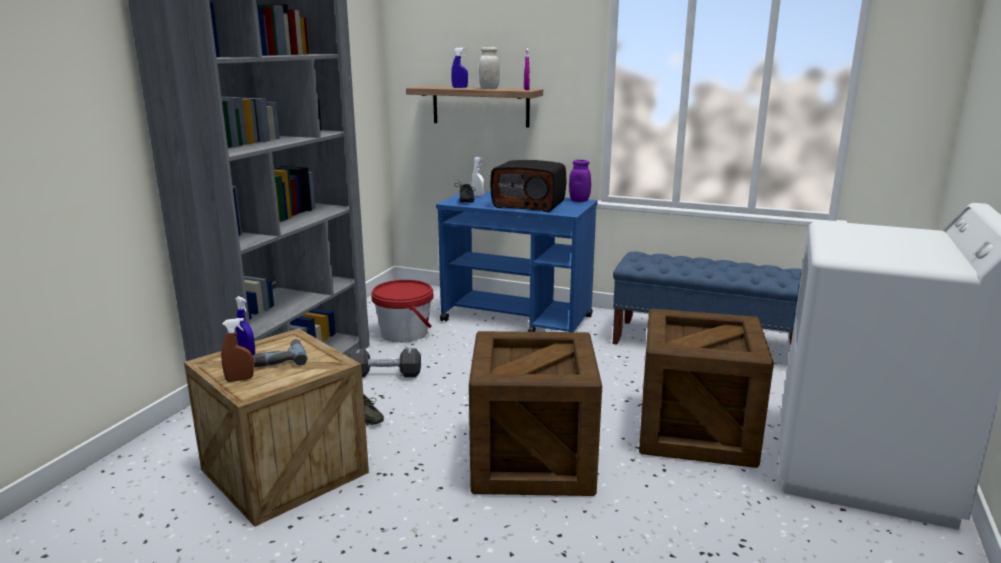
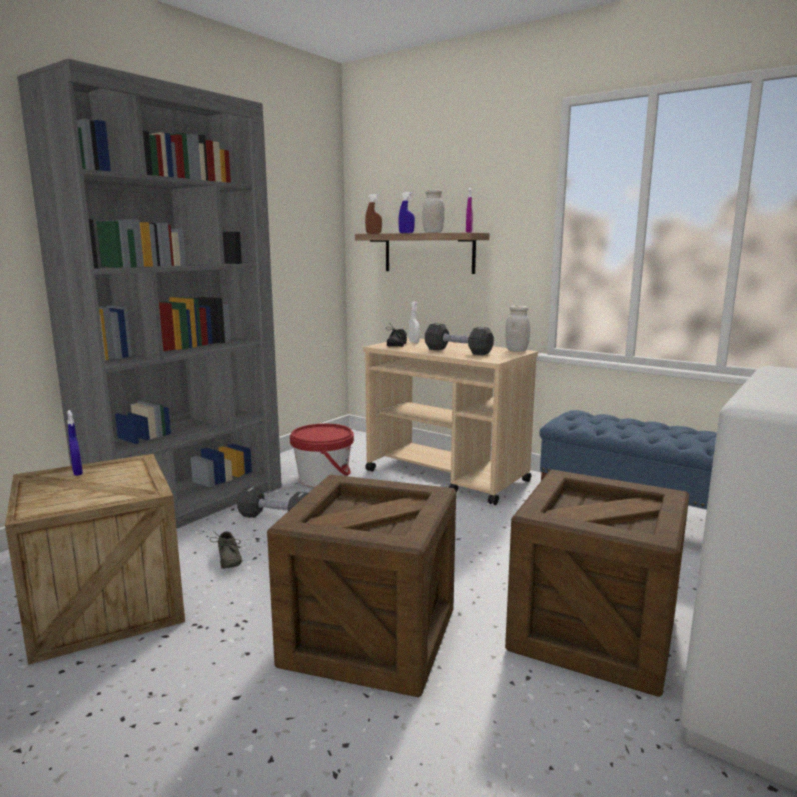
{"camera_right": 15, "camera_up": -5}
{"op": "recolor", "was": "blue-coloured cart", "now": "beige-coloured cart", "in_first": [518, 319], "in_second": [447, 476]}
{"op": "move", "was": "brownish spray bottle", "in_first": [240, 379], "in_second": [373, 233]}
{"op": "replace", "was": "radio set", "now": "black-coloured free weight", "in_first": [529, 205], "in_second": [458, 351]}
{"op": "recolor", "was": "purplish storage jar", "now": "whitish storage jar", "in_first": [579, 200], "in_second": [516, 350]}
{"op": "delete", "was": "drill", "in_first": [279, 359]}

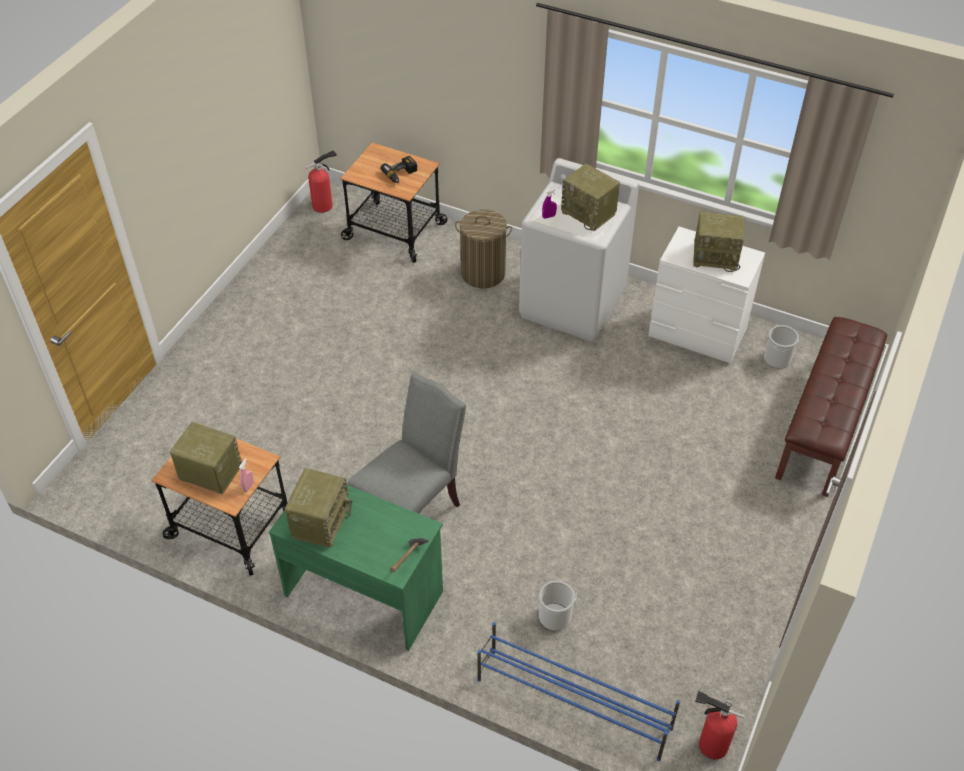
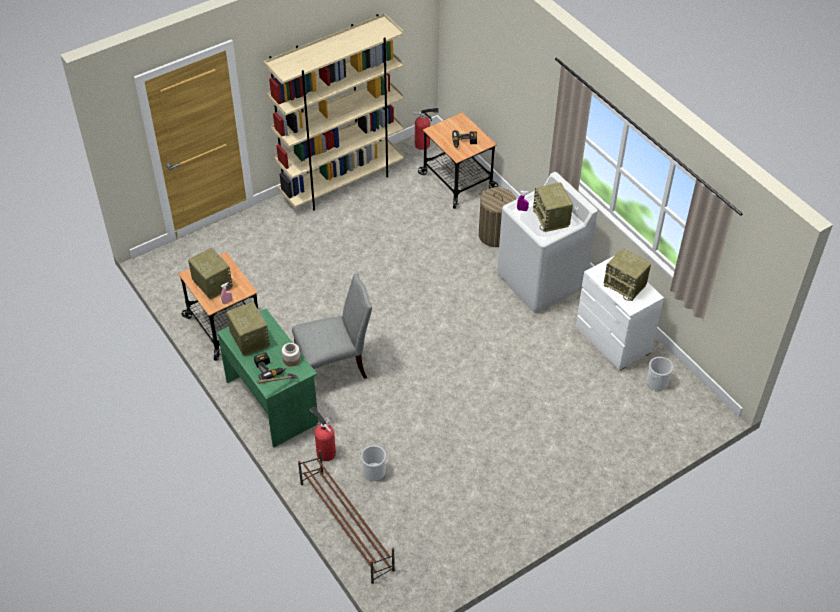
{"camera_right": 30, "camera_up": 0}
{"op": "rotate", "was": "radio set", "in_first": [320, 521], "in_second": [249, 339], "clockwise": -75}
{"op": "insert", "now": "drill", "in_second": [269, 369]}
{"op": "insert", "now": "beige-coloured bookshelf", "in_second": [342, 183]}
{"op": "insert", "now": "storage jar", "in_second": [291, 359]}
{"op": "recolor", "was": "blue-coloured shoe shelf", "now": "brownish shoe shelf", "in_first": [572, 703], "in_second": [346, 525]}
{"op": "move", "was": "fire-fighting cylinder", "in_first": [710, 743], "in_second": [325, 451]}
{"op": "delete", "was": "brownish bench", "in_first": [825, 425]}

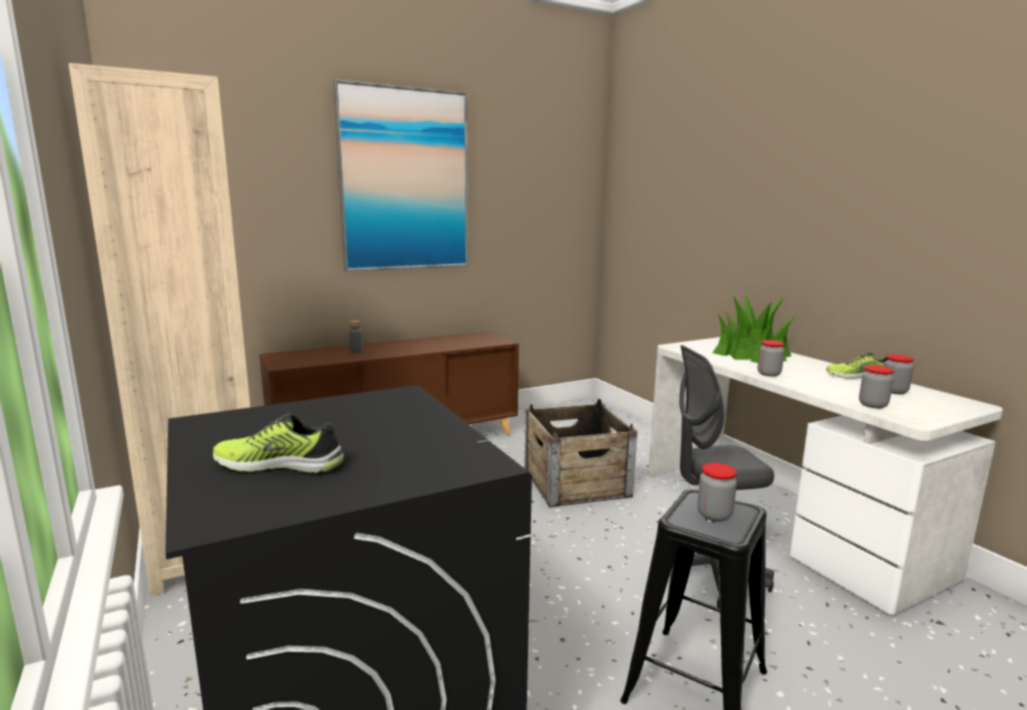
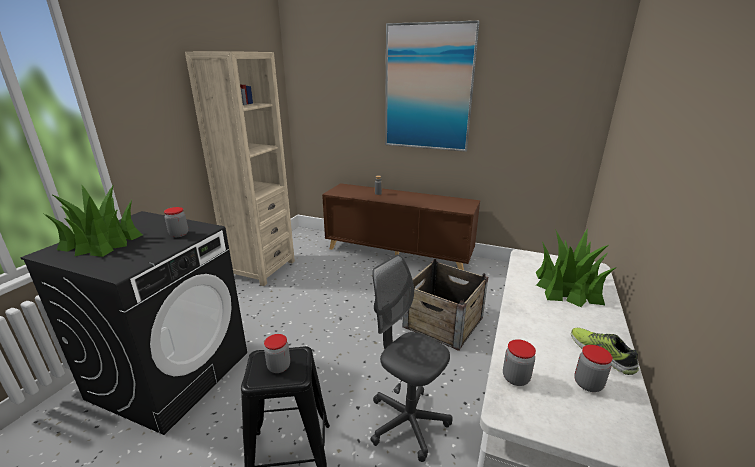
{"camera_right": 50, "camera_up": 10}
{"op": "replace", "was": "shoe", "now": "houseplant", "in_first": [280, 464], "in_second": [101, 242]}
{"op": "move", "was": "storage jar", "in_first": [769, 374], "in_second": [179, 234]}

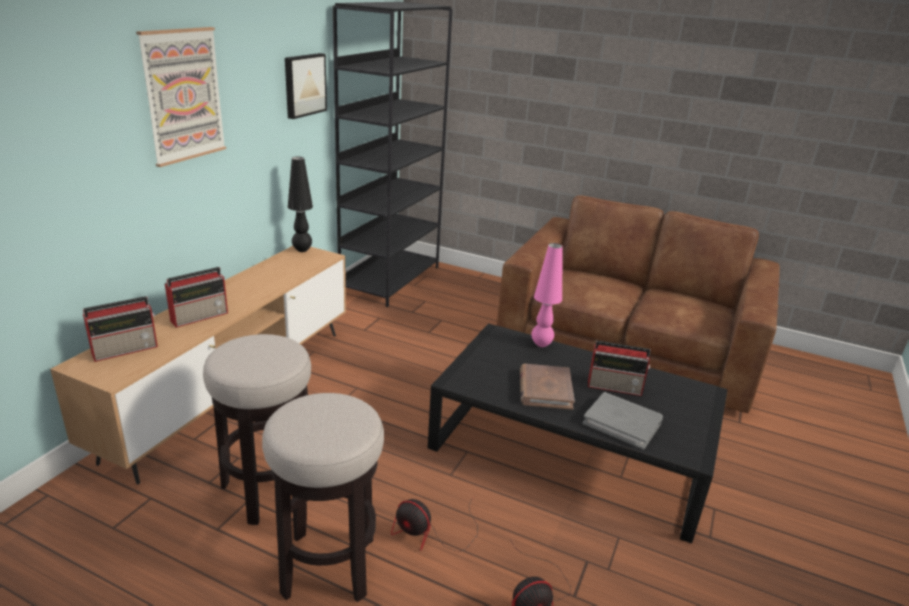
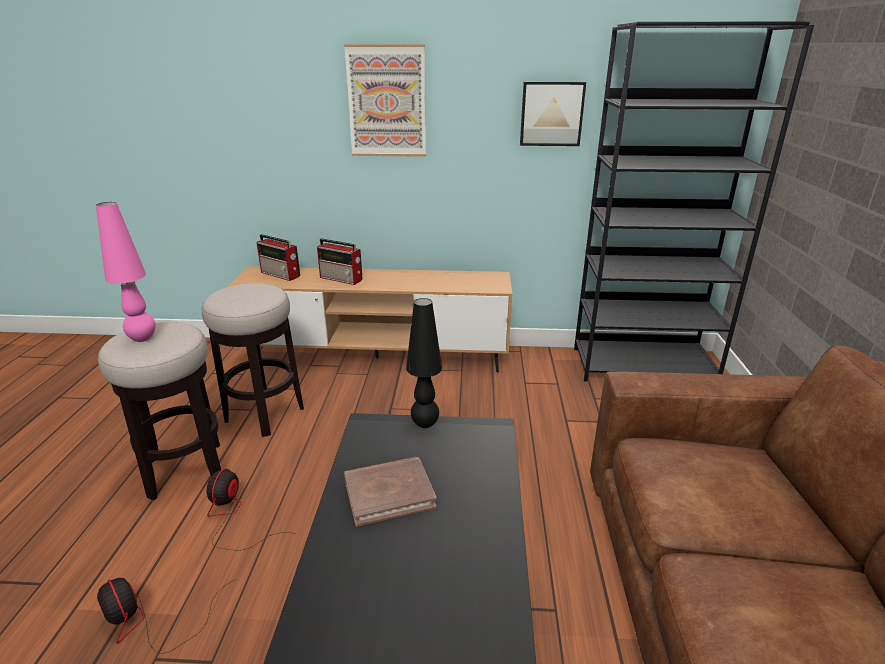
{"camera_right": 70, "camera_up": 0}
{"op": "move", "was": "pink lamp for a table", "in_first": [541, 344], "in_second": [142, 338]}
{"op": "move", "was": "black-coloured lamp for a table", "in_first": [302, 250], "in_second": [424, 424]}
{"op": "delete", "was": "greyish book", "in_first": [622, 423]}
{"op": "delete", "was": "radio set", "in_first": [616, 387]}

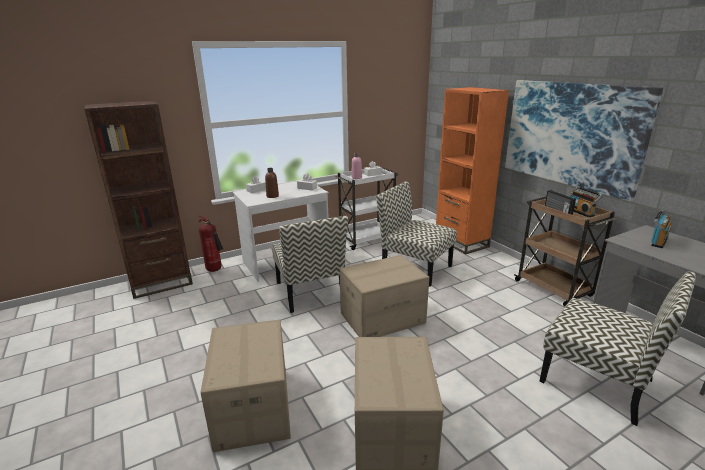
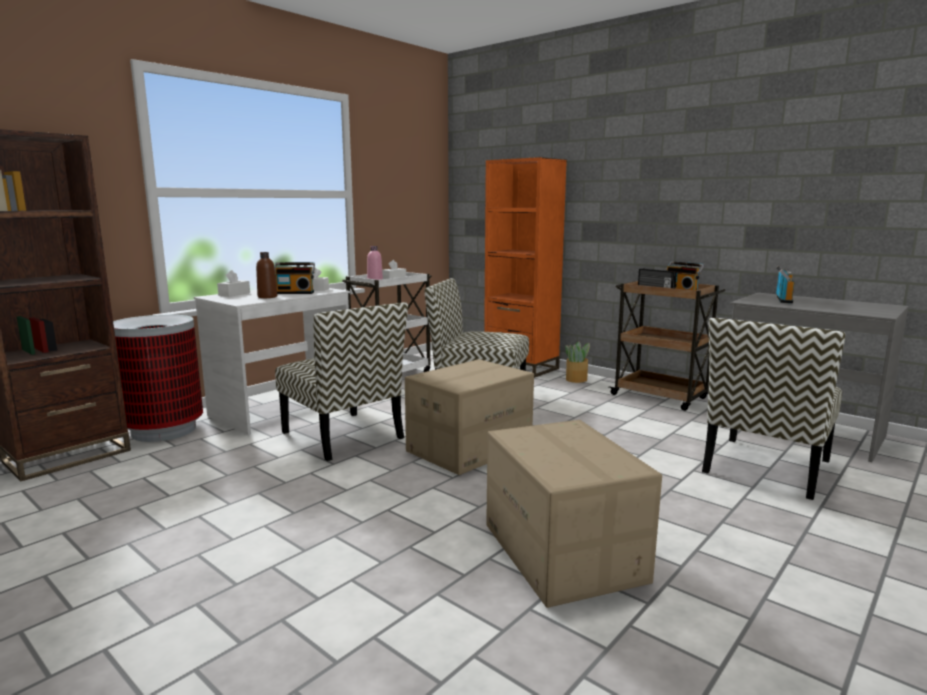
{"camera_right": -20, "camera_up": -10}
{"op": "replace", "was": "fire-fighting cylinder", "now": "rubbish bin", "in_first": [215, 270], "in_second": [164, 430]}
{"op": "insert", "now": "radio set", "in_second": [295, 293]}
{"op": "insert", "now": "houseplant", "in_second": [577, 379]}
{"op": "rotate", "was": "chair", "in_first": [598, 381], "in_second": [766, 467], "clockwise": 105}
{"op": "delete", "was": "packing box", "in_first": [252, 407]}
{"op": "delete", "was": "wall picture", "in_first": [571, 134]}

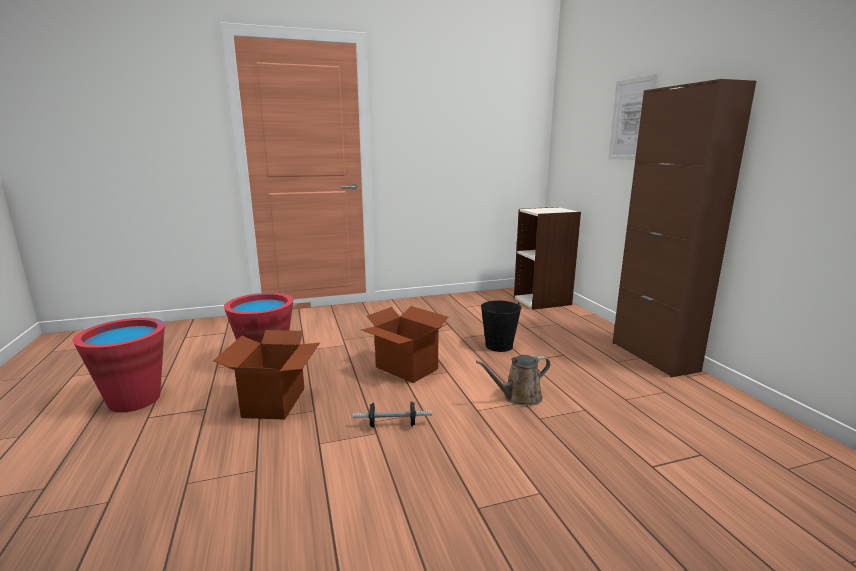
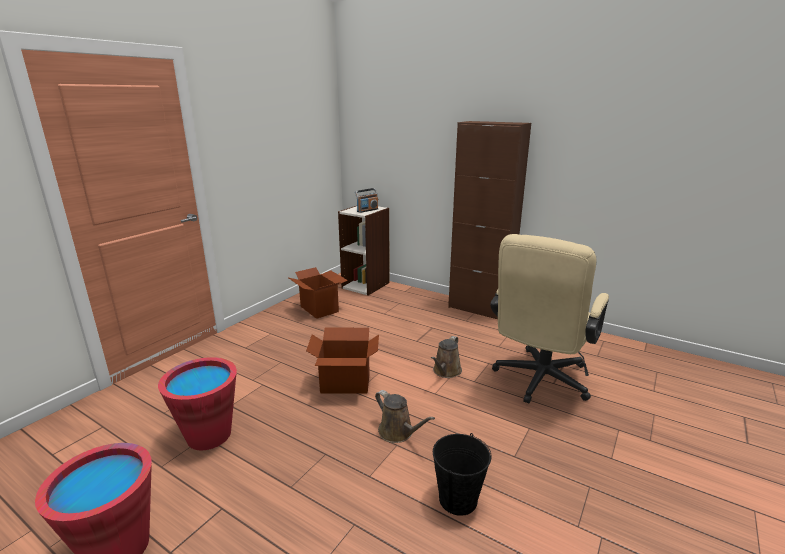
{"camera_right": -40, "camera_up": 5}
{"op": "move", "was": "packing box", "in_first": [275, 402], "in_second": [320, 309]}
{"op": "insert", "now": "radio set", "in_second": [367, 210]}
{"op": "replace", "was": "free weight", "now": "brownish sprinkling can", "in_first": [392, 424], "in_second": [398, 432]}
{"op": "move", "was": "black-coloured water bucket", "in_first": [498, 346], "in_second": [457, 499]}
{"op": "insert", "now": "beige-coloured desk chair", "in_second": [538, 382]}
{"op": "delete", "was": "wall picture", "in_first": [632, 119]}

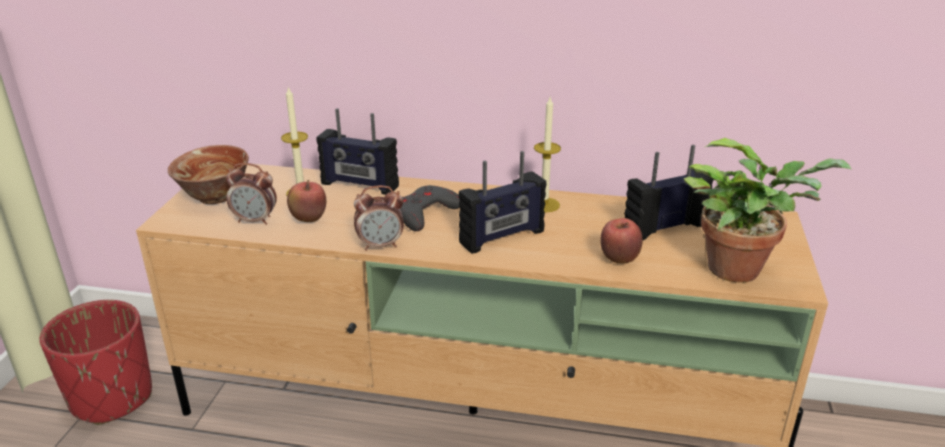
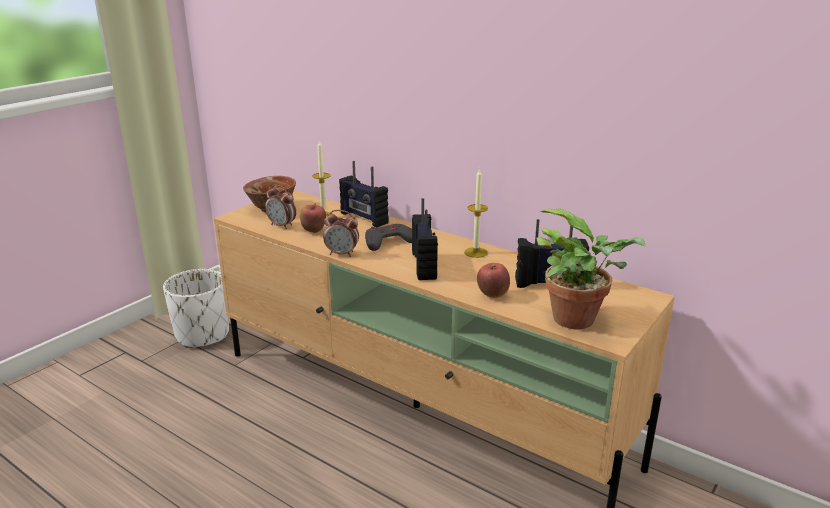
{"camera_right": 25, "camera_up": -5}
{"op": "recolor", "was": "reddish plant pot", "now": "whitish plant pot", "in_first": [113, 397], "in_second": [203, 335]}
{"op": "rotate", "was": "radio set", "in_first": [502, 237], "in_second": [425, 265], "clockwise": -90}

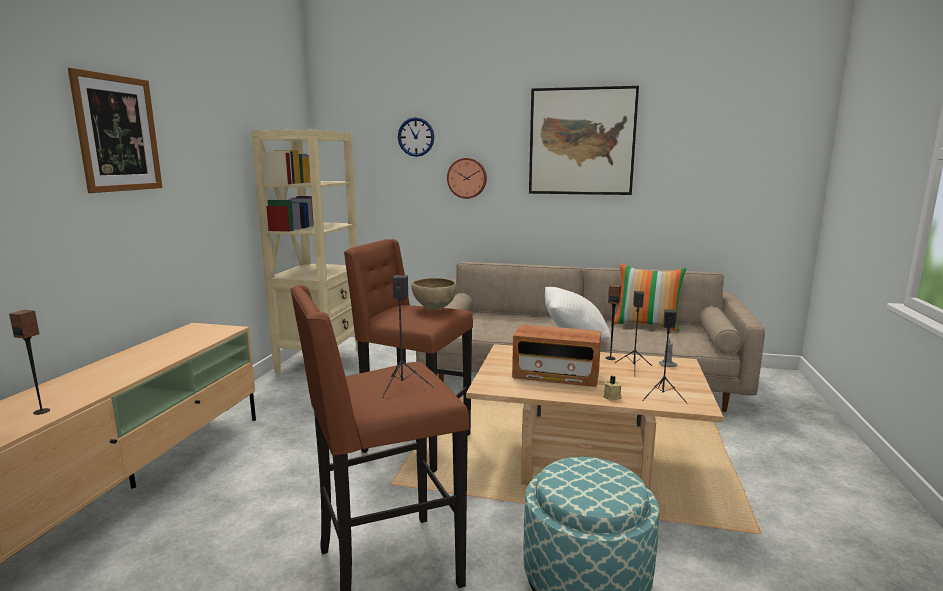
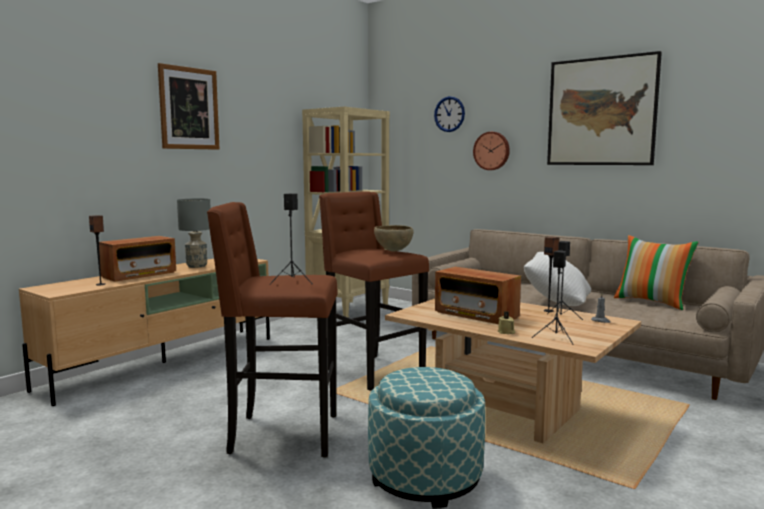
{"camera_right": 25, "camera_up": -5}
{"op": "insert", "now": "radio set", "in_second": [139, 275]}
{"op": "insert", "now": "greyish lamp for a table", "in_second": [196, 266]}

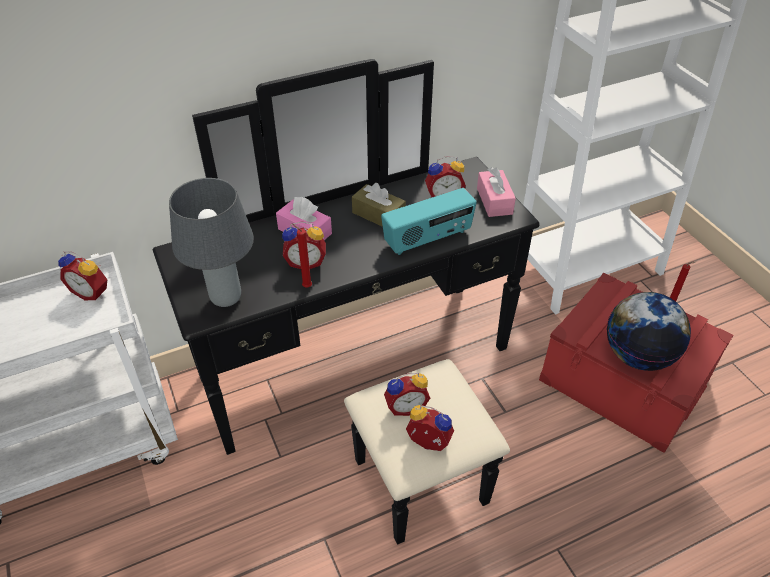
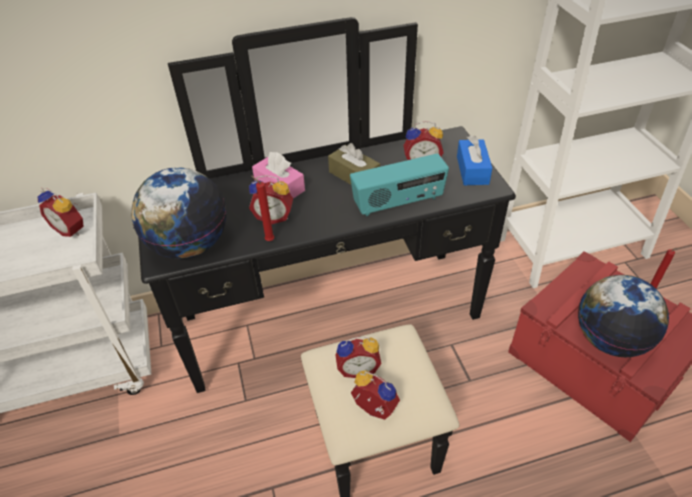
{"camera_right": 10, "camera_up": 0}
{"op": "replace", "was": "greyish lamp for a table", "now": "globe", "in_first": [225, 298], "in_second": [189, 245]}
{"op": "recolor", "was": "pink box of tissues", "now": "blue-coloured box of tissues", "in_first": [494, 201], "in_second": [472, 170]}

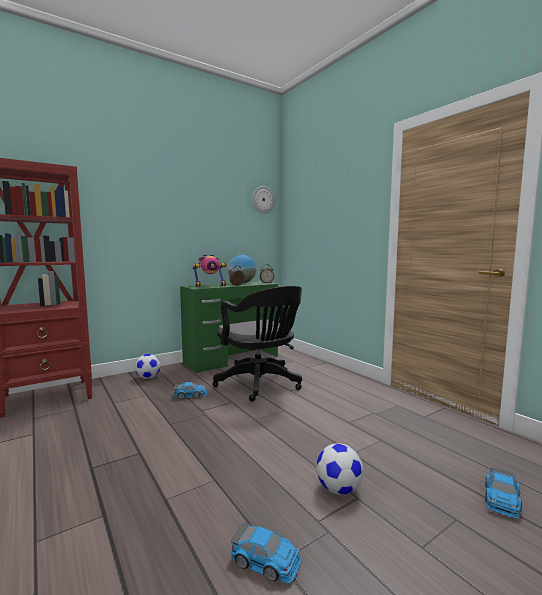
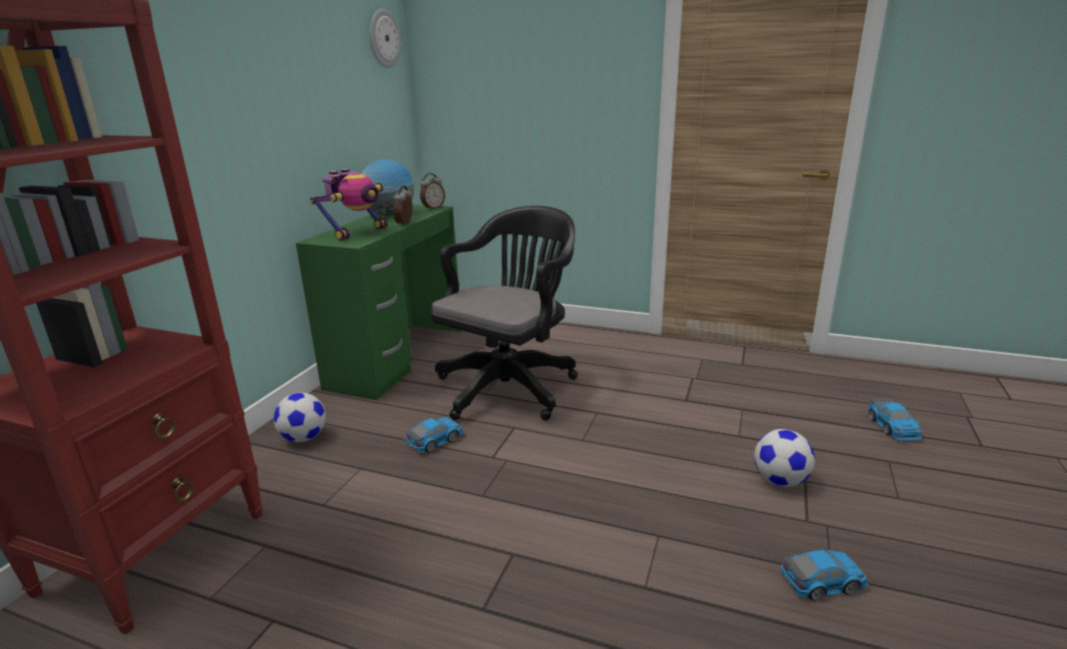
{"camera_right": -35, "camera_up": 15}
{"op": "rotate", "was": "black-coloured desk chair", "in_first": [261, 385], "in_second": [510, 386], "clockwise": -75}

